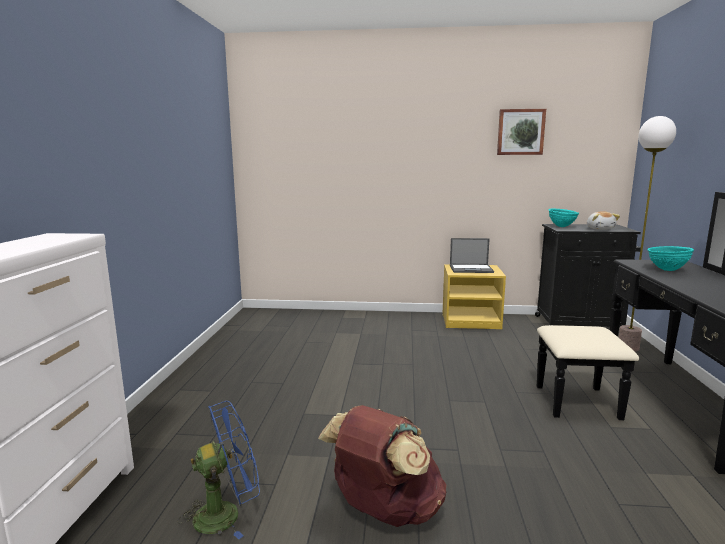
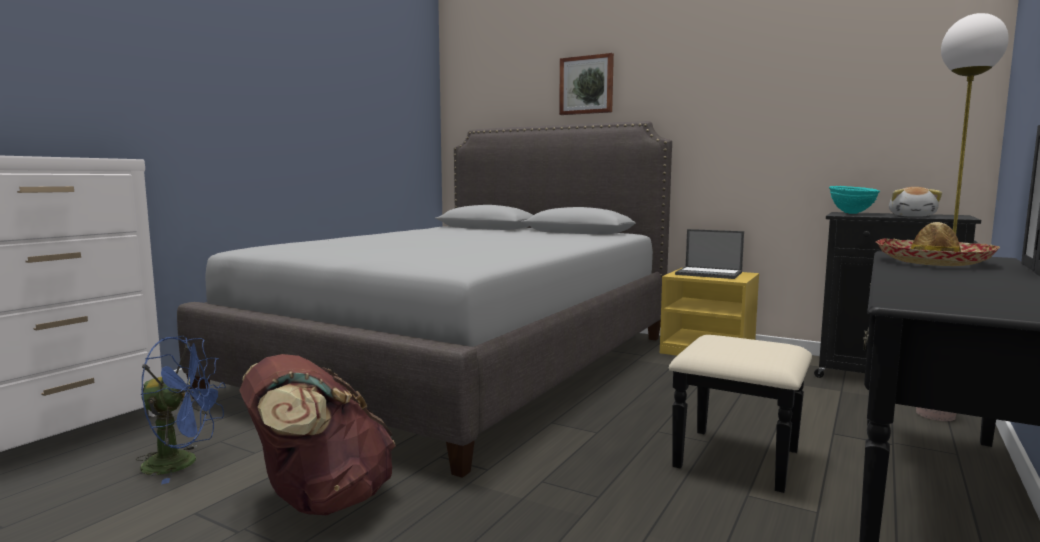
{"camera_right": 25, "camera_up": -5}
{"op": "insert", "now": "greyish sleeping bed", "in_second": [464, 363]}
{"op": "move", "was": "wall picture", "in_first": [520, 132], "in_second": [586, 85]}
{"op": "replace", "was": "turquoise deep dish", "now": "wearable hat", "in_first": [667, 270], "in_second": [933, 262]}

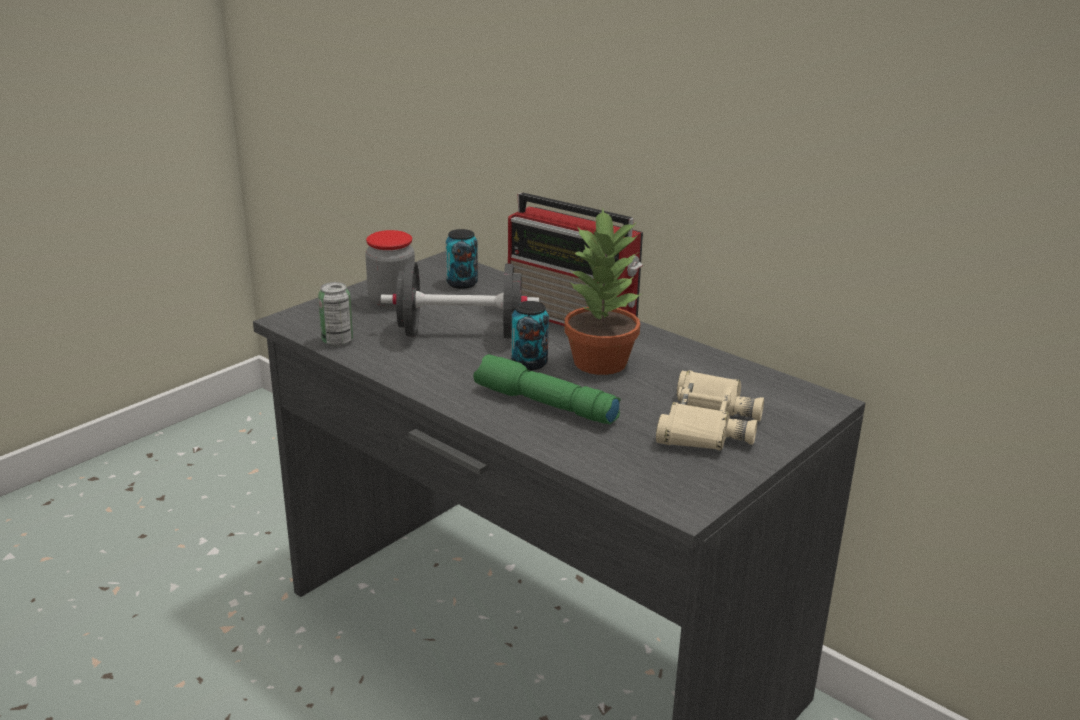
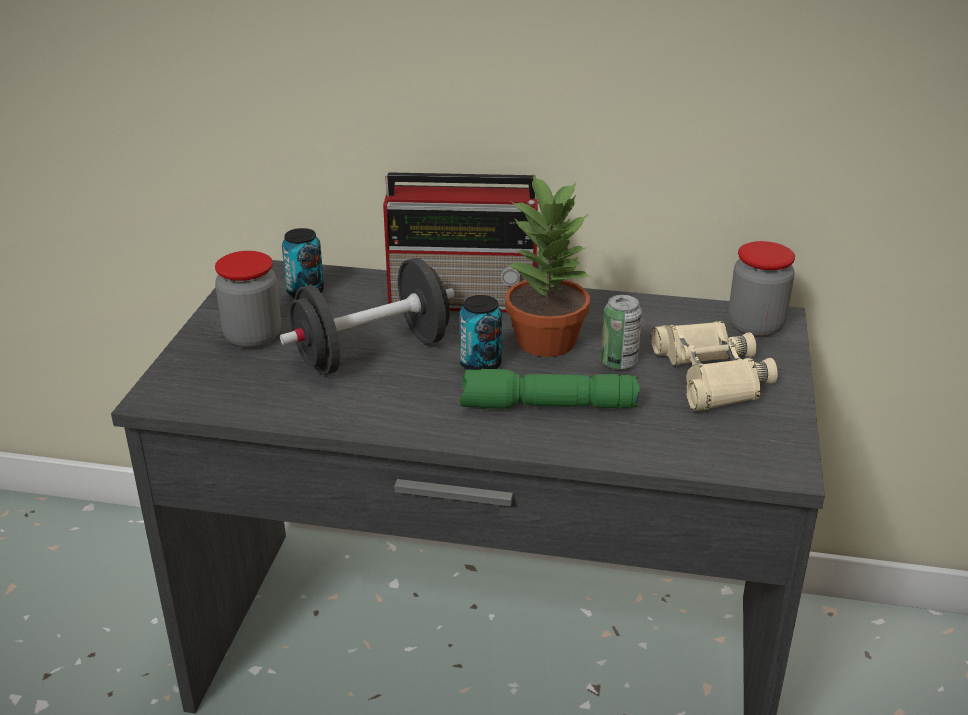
{"camera_right": -30, "camera_up": 5}
{"op": "move", "was": "sealed can", "in_first": [337, 341], "in_second": [619, 362]}
{"op": "insert", "now": "storage jar", "in_second": [755, 326]}

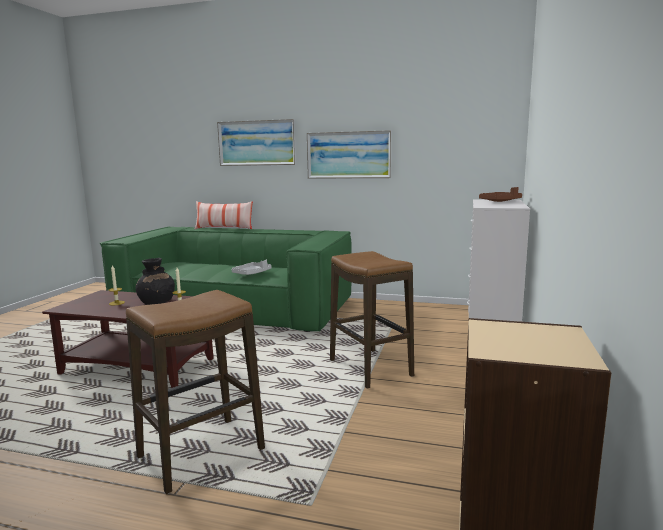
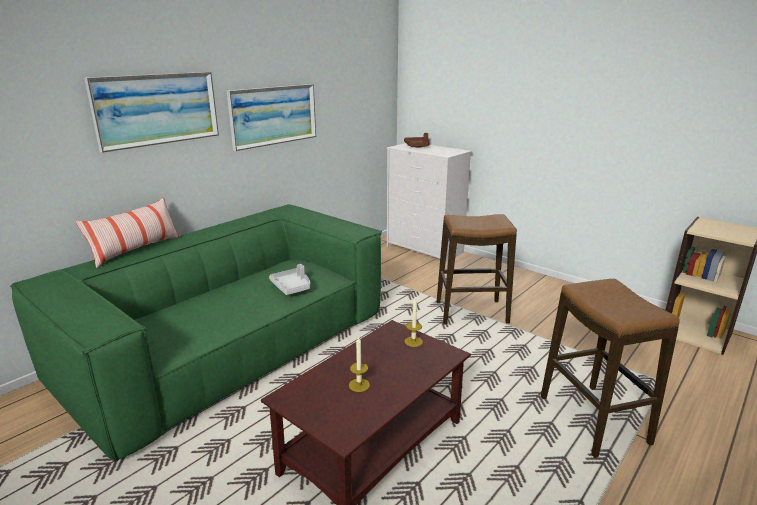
{"camera_right": -65, "camera_up": 10}
{"op": "delete", "was": "black-coloured decorative vase", "in_first": [156, 302]}

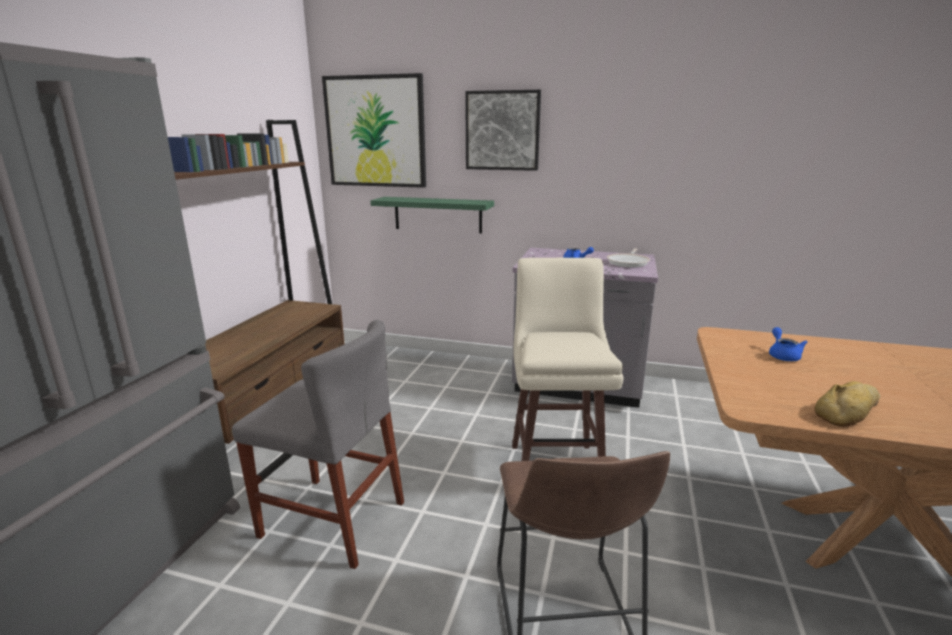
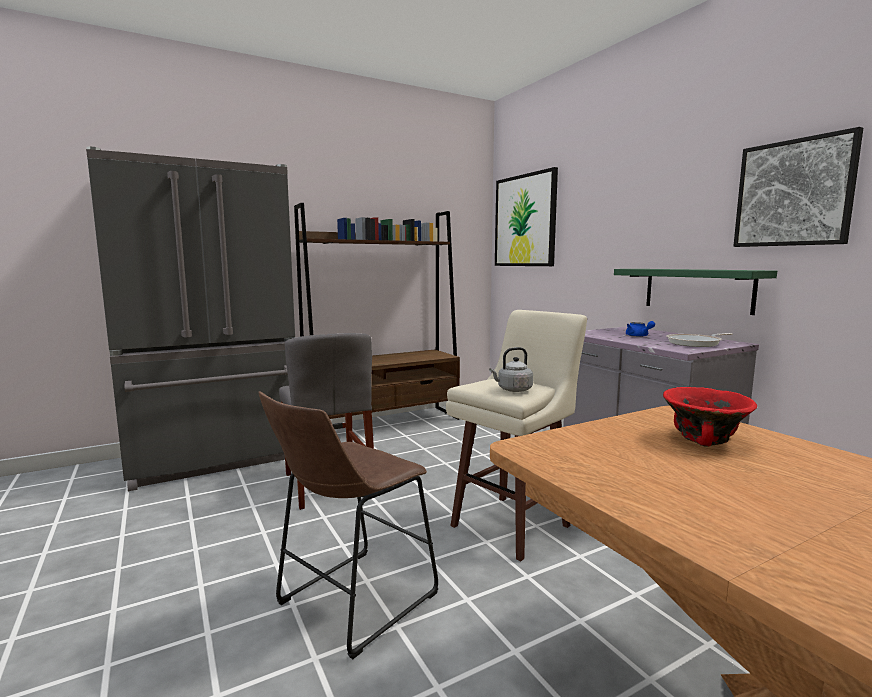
{"camera_right": 45, "camera_up": -10}
{"op": "insert", "now": "greyish water kettle", "in_second": [513, 390]}
{"op": "move", "was": "green wall shelf", "in_first": [437, 214], "in_second": [697, 289]}
{"op": "replace", "was": "blue-coloured pot for tea", "now": "reddish deep dish", "in_first": [783, 355], "in_second": [703, 440]}
{"op": "move", "was": "wall picture", "in_first": [502, 131], "in_second": [793, 193]}
{"op": "delete", "was": "bread", "in_first": [849, 411]}

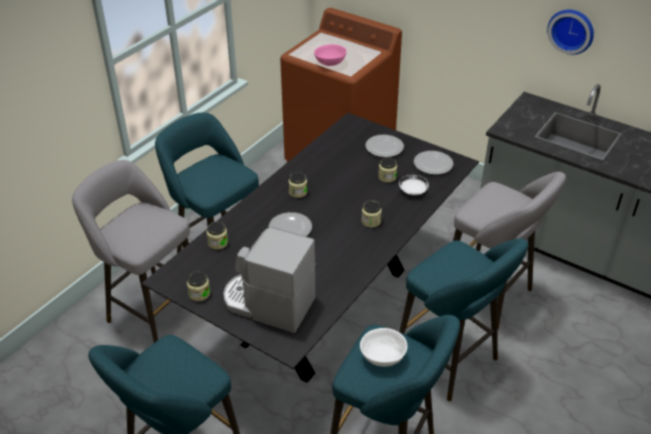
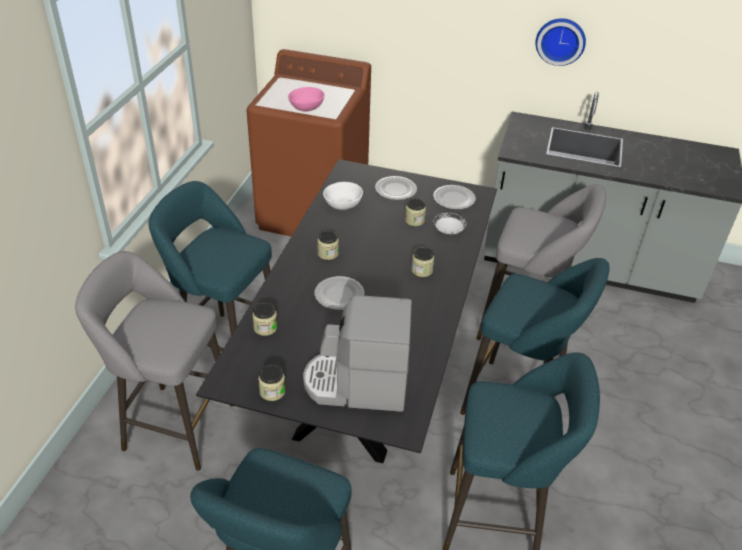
{"camera_right": -20, "camera_up": 0}
{"op": "move", "was": "whitish deep dish", "in_first": [383, 357], "in_second": [343, 205]}

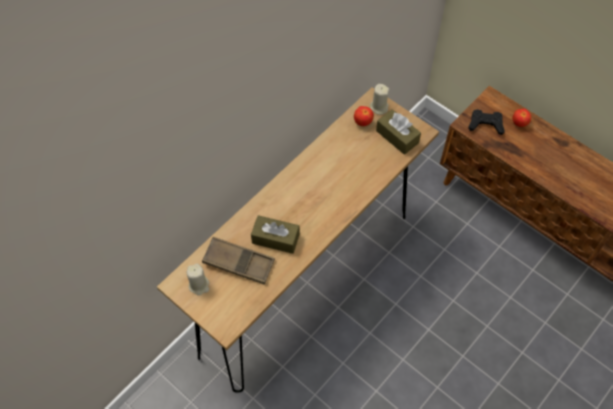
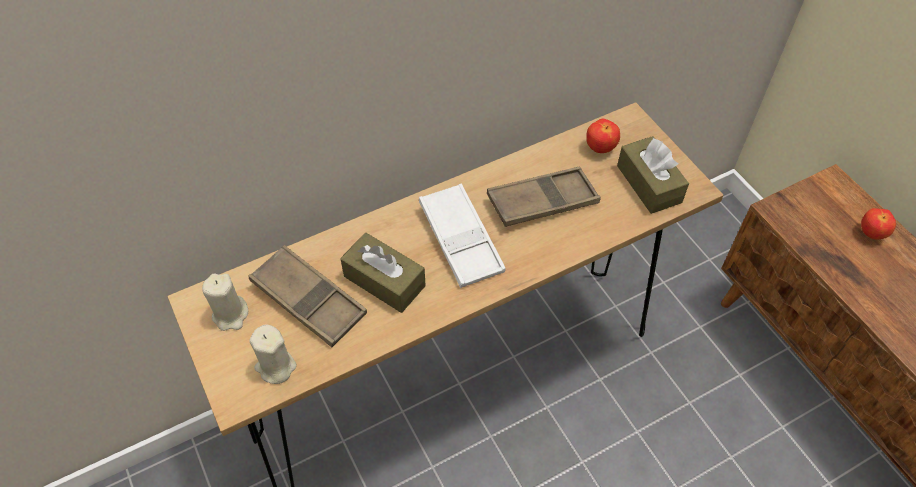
{"camera_right": 20, "camera_up": -5}
{"op": "move", "was": "beige-coloured wax light", "in_first": [378, 107], "in_second": [276, 367]}
{"op": "insert", "now": "whitish carrying tray", "in_second": [461, 240]}
{"op": "insert", "now": "brownish carrying tray", "in_second": [542, 202]}
{"op": "delete", "was": "black-coloured joypad", "in_first": [486, 124]}

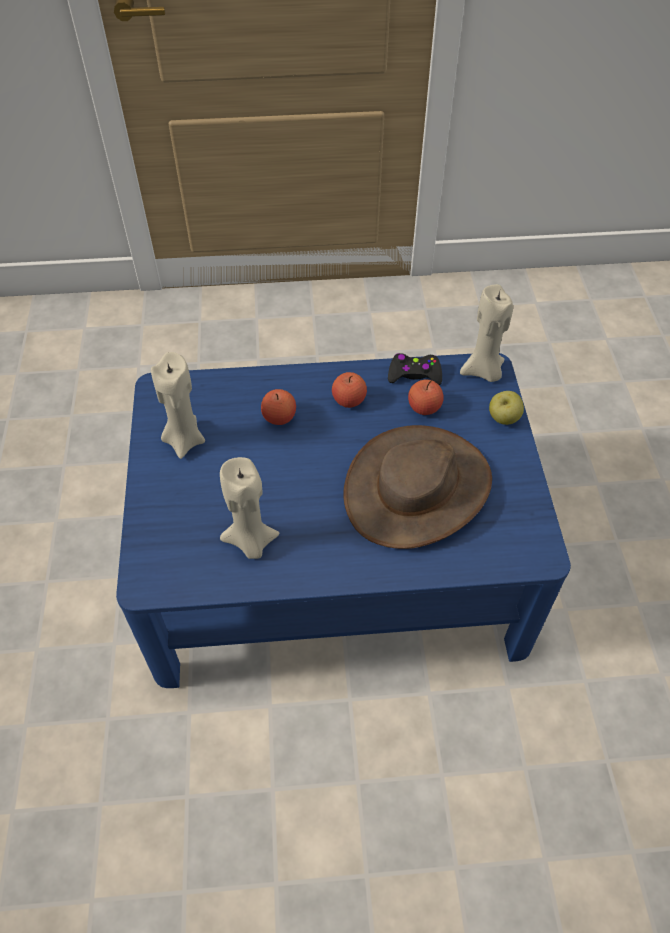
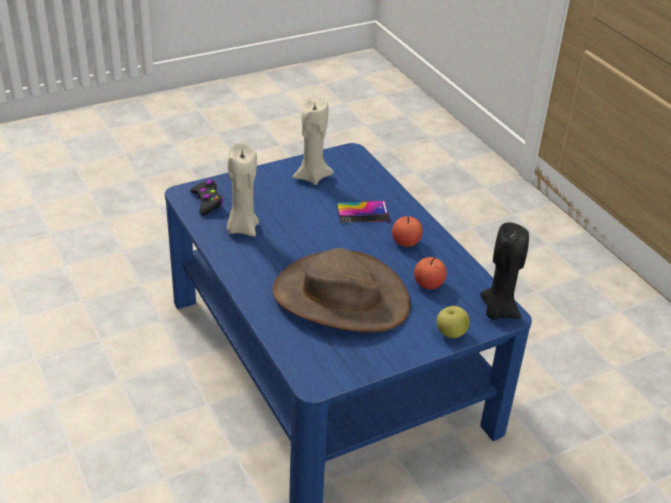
{"camera_right": 65, "camera_up": -15}
{"op": "move", "was": "black-coloured joypad", "in_first": [414, 374], "in_second": [207, 202]}
{"op": "replace", "was": "apple", "now": "handset", "in_first": [279, 417], "in_second": [363, 212]}
{"op": "recolor", "was": "beige-coloured wax light", "now": "black-coloured wax light", "in_first": [483, 371], "in_second": [498, 311]}

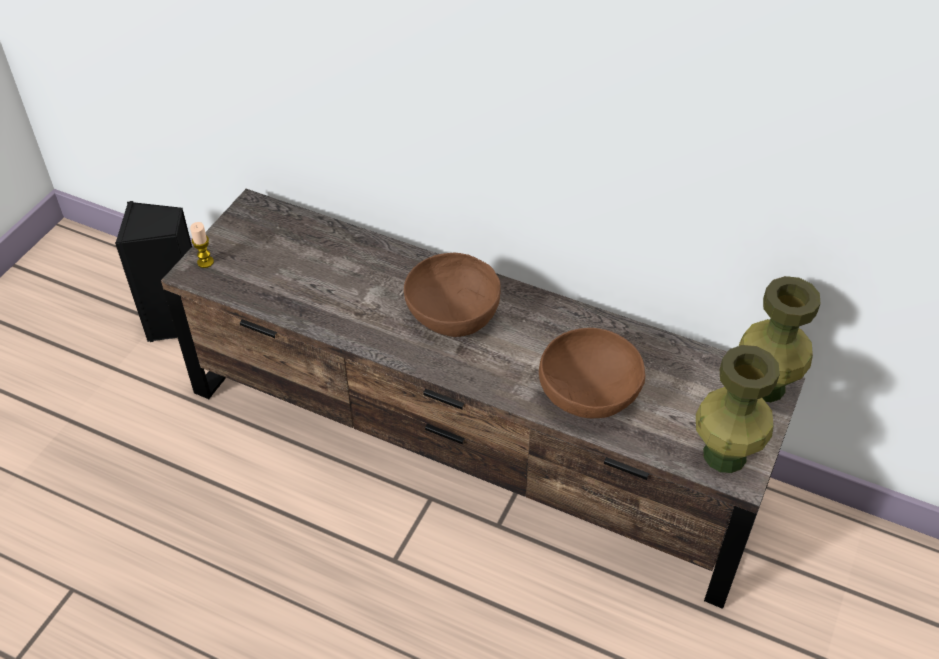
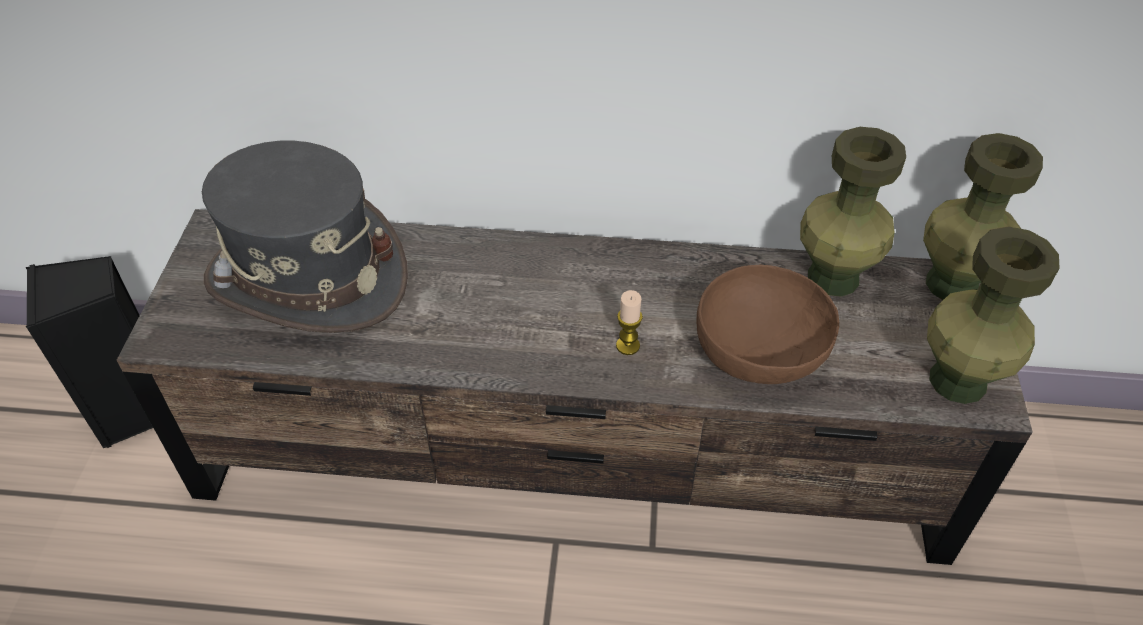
{"camera_right": -20, "camera_up": 0}
{"op": "insert", "now": "greyish wearable hat", "in_second": [308, 278]}
{"op": "move", "was": "wax light", "in_first": [205, 262], "in_second": [627, 345]}
{"op": "insert", "now": "green decorative vase", "in_second": [833, 278]}
{"op": "delete", "was": "brownish deep dish", "in_first": [452, 314]}

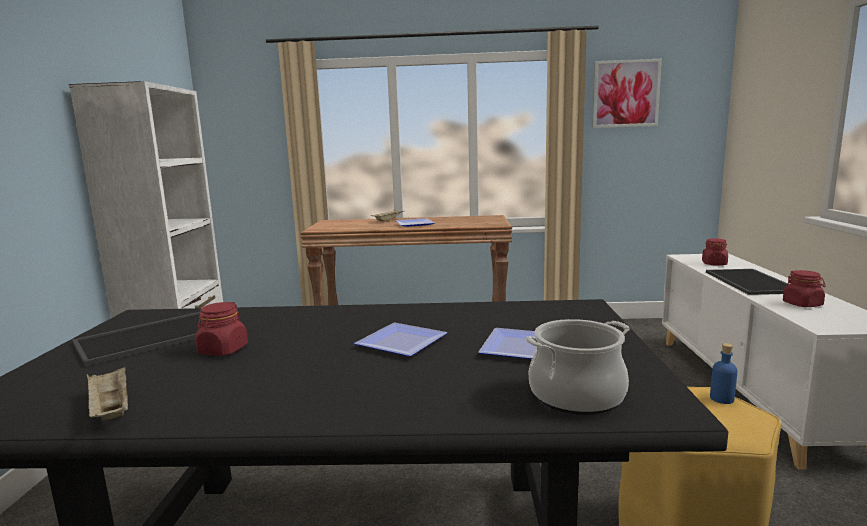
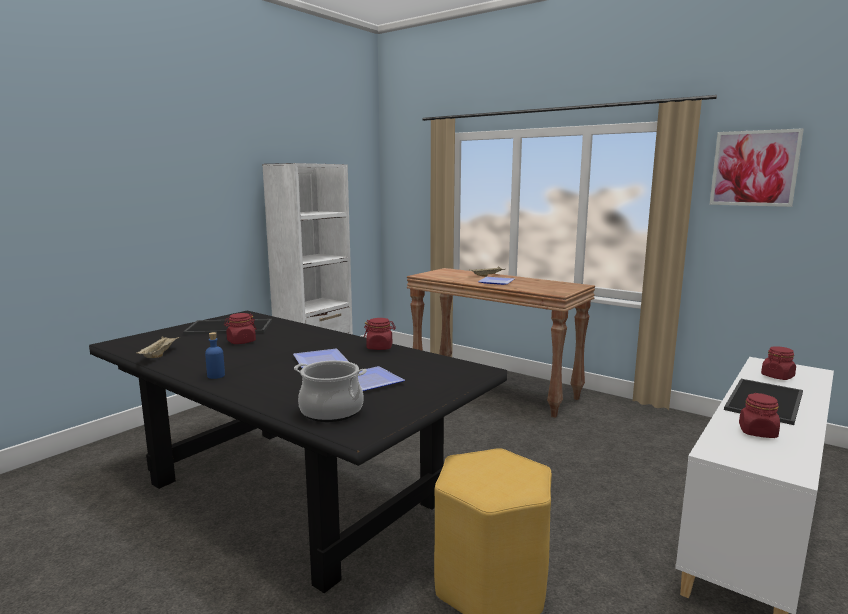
{"camera_right": 35, "camera_up": 0}
{"op": "move", "was": "blue-coloured drink bottle", "in_first": [721, 399], "in_second": [216, 376]}
{"op": "insert", "now": "reddish storage jar", "in_second": [379, 347]}

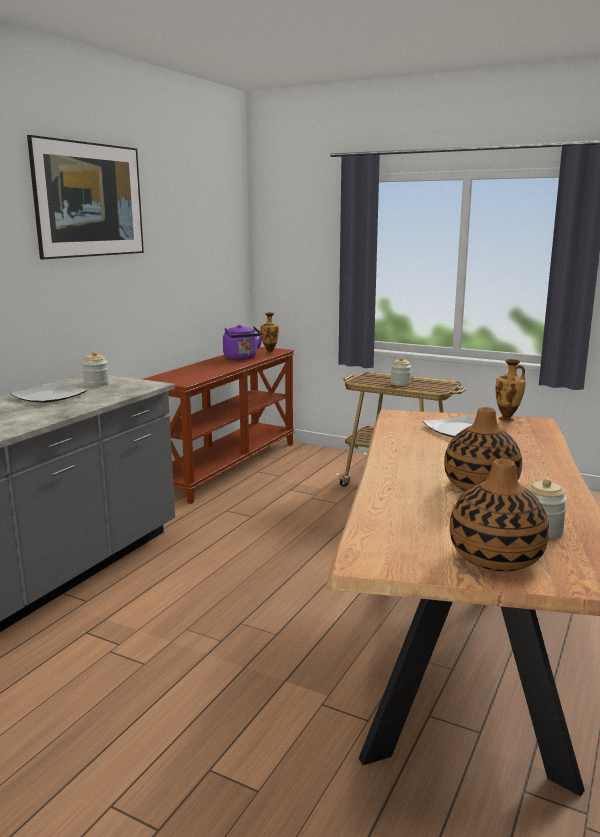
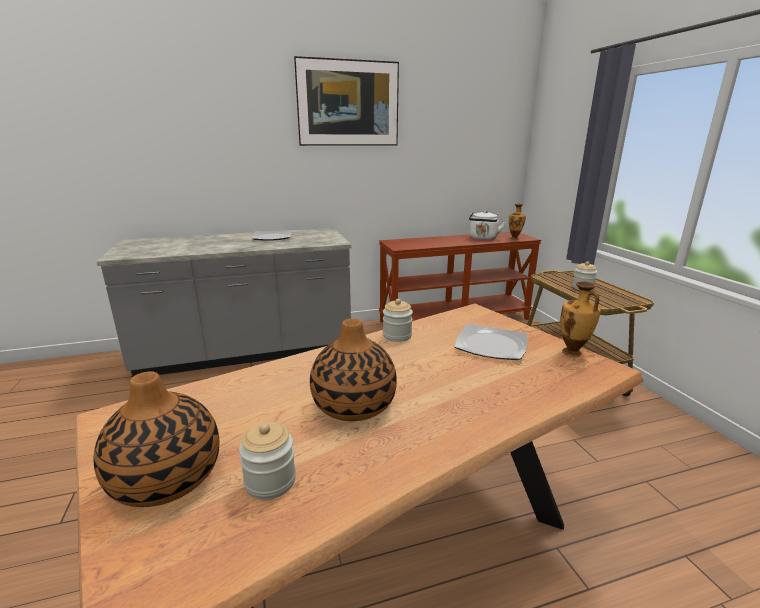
{"camera_right": 45, "camera_up": 5}
{"op": "move", "was": "storage jar", "in_first": [96, 384], "in_second": [397, 336]}
{"op": "recolor", "was": "purplish water kettle", "now": "whitish water kettle", "in_first": [241, 358], "in_second": [483, 238]}

